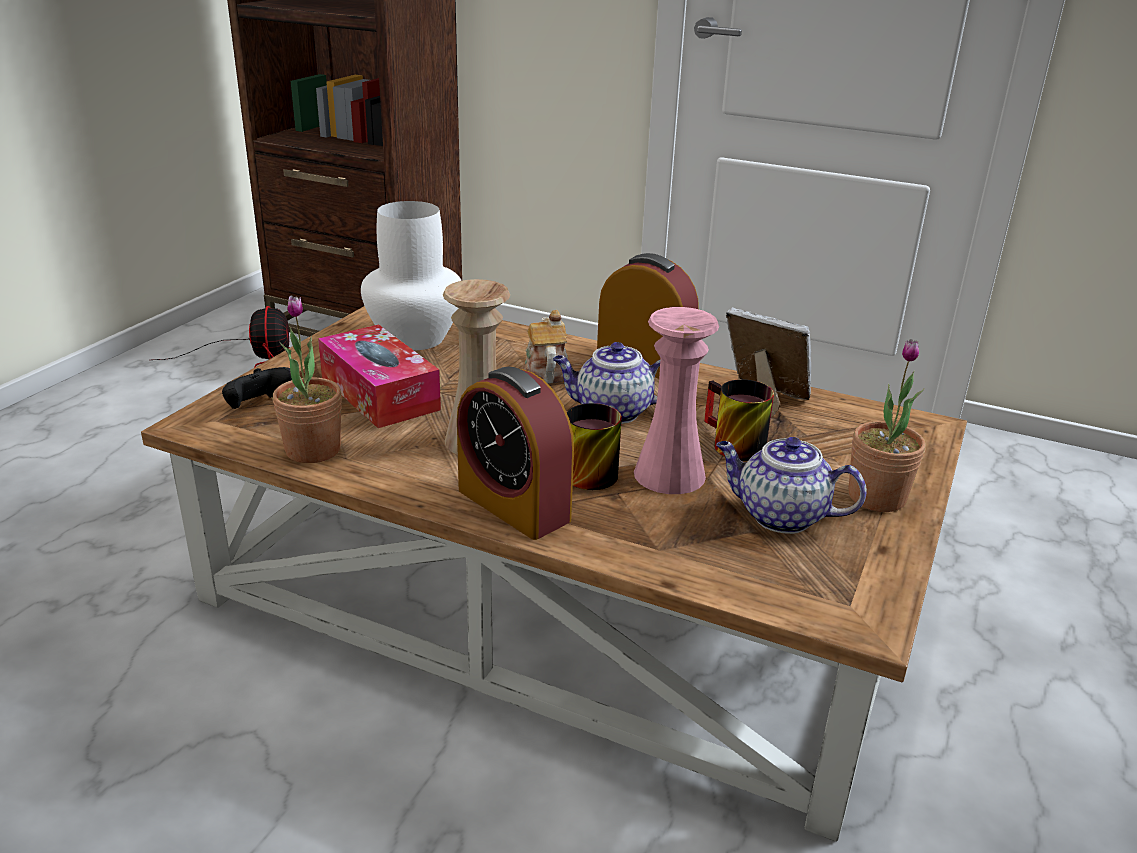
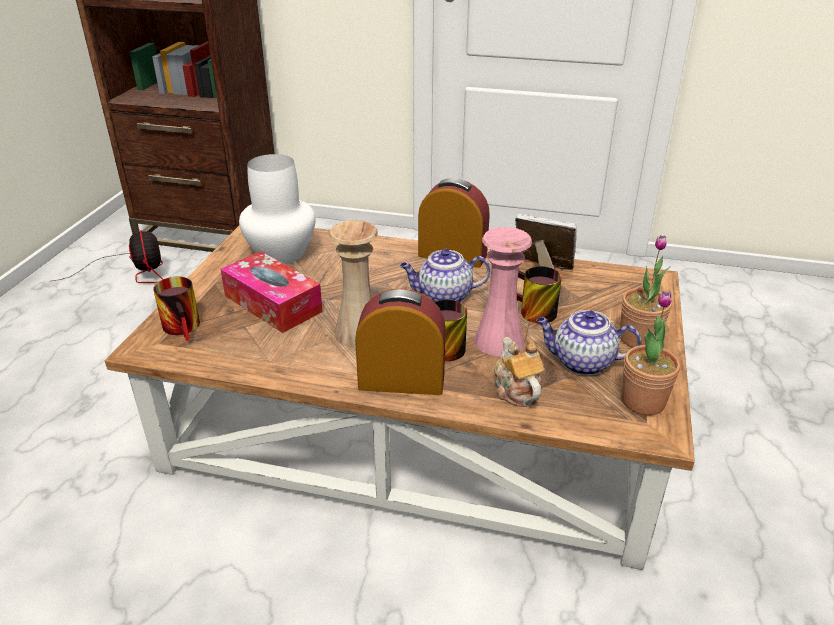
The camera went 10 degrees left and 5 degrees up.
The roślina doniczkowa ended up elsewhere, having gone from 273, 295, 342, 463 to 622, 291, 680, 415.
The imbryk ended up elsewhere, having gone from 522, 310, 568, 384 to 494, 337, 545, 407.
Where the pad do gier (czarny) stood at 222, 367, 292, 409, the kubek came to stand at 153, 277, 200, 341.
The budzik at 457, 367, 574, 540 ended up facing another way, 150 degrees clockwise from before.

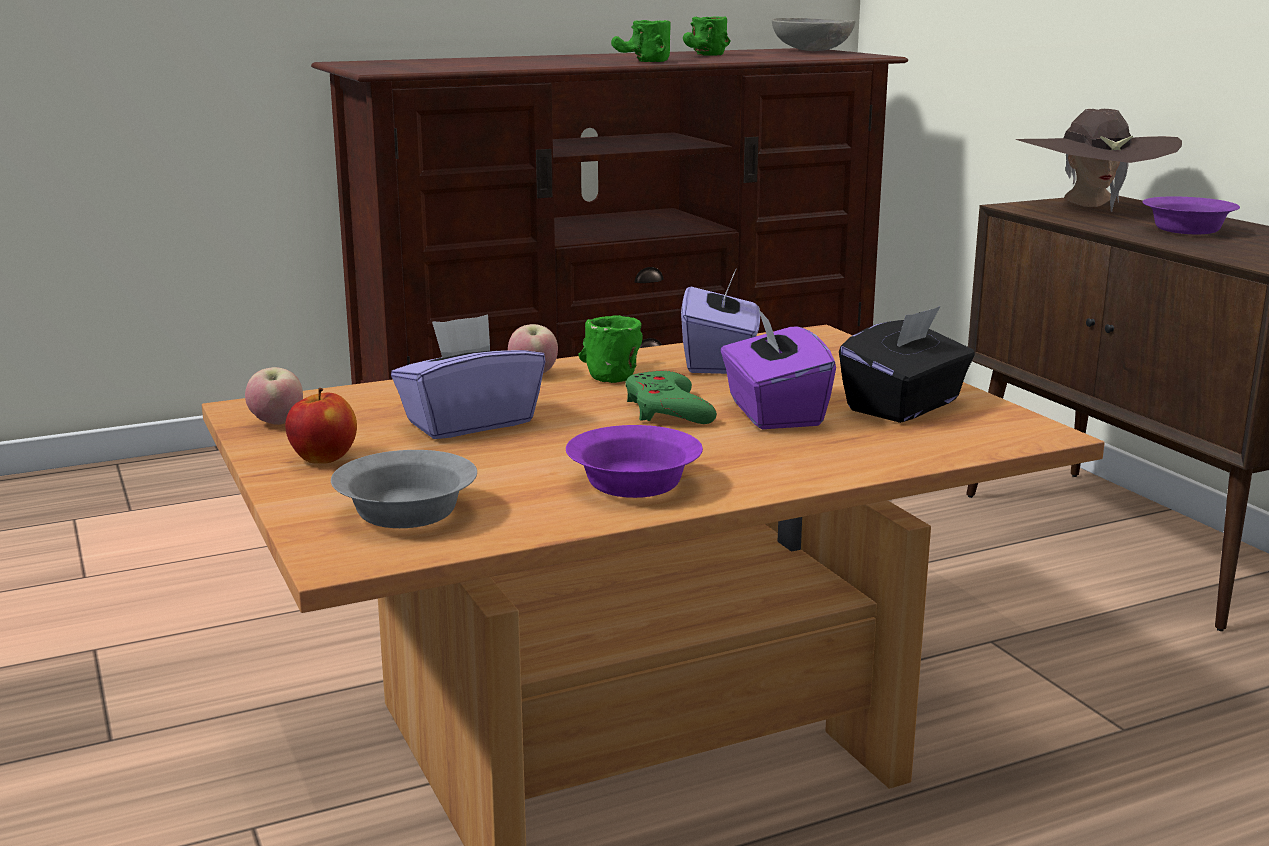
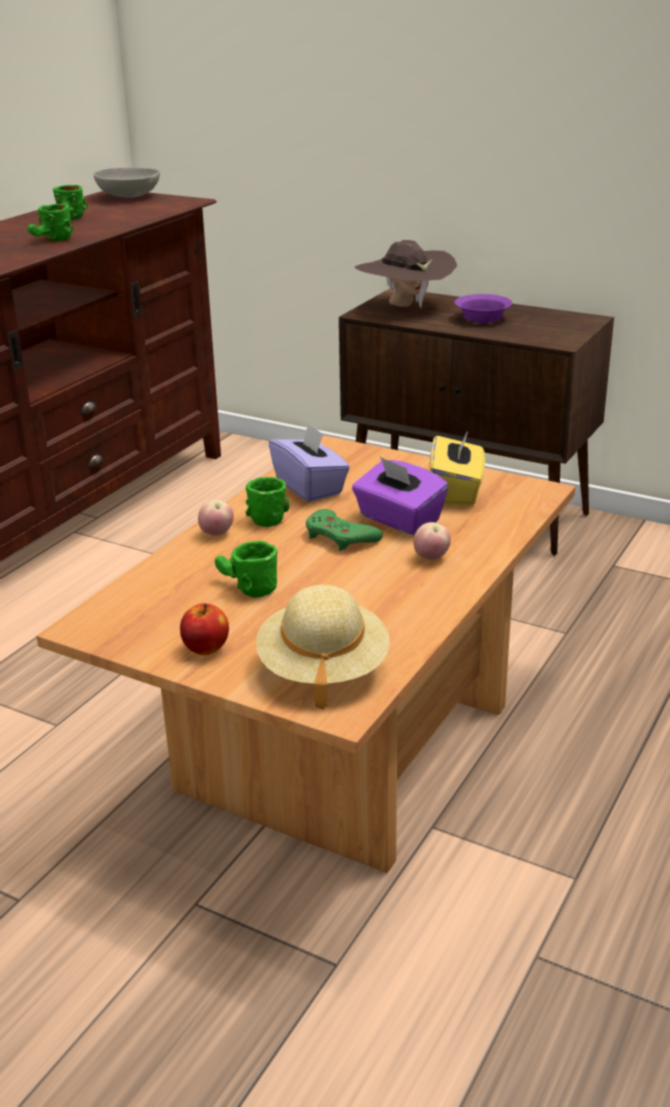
The camera went 35 degrees left and 10 degrees up.
What was the pudełko chusteczek (czarny) at 839, 306, 975, 423 turned into the pudełko chusteczek (żółty) at 430, 428, 485, 505.
Where the pudełko chusteczek (fioletowy) stood at 391, 314, 545, 439, the kubek (zielony) came to stand at 215, 541, 277, 598.
The jabłko ended up elsewhere, having gone from 245, 367, 303, 425 to 413, 522, 451, 560.
The second view lost the miska (fioletowy) at 566, 425, 703, 498.
Where the miska (szary) stood at 331, 450, 477, 528, the kapelusz (beżowy) came to stand at 256, 585, 390, 710.

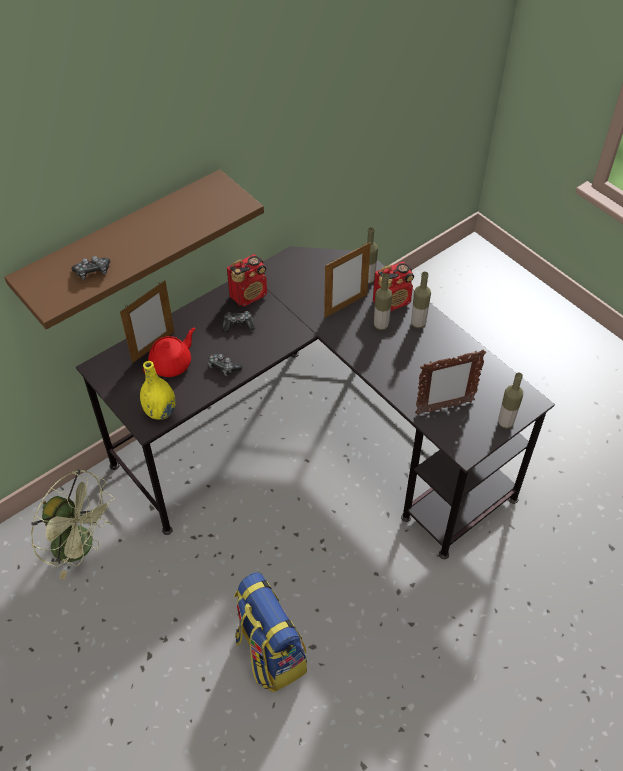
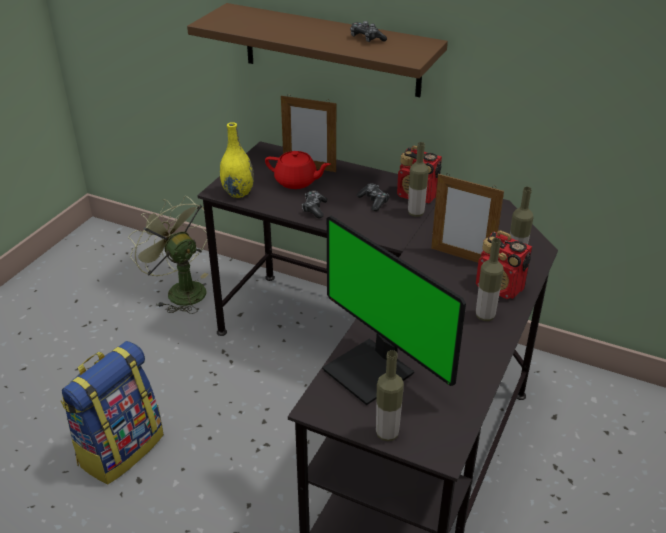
The camera went 65 degrees right and 15 degrees down.
The pad do gier ended up elsewhere, having gone from 71, 256, 110, 280 to 350, 21, 387, 42.
The butelka ended up elsewhere, having gone from 374, 273, 392, 330 to 408, 142, 429, 217.
Where the ramka na zdjęcie stood at 415, 349, 486, 415, the monitor came to stand at 322, 216, 466, 405.
The wentylator (zielony) at 31, 470, 115, 580 ended up facing another way, 135 degrees clockwise from before.

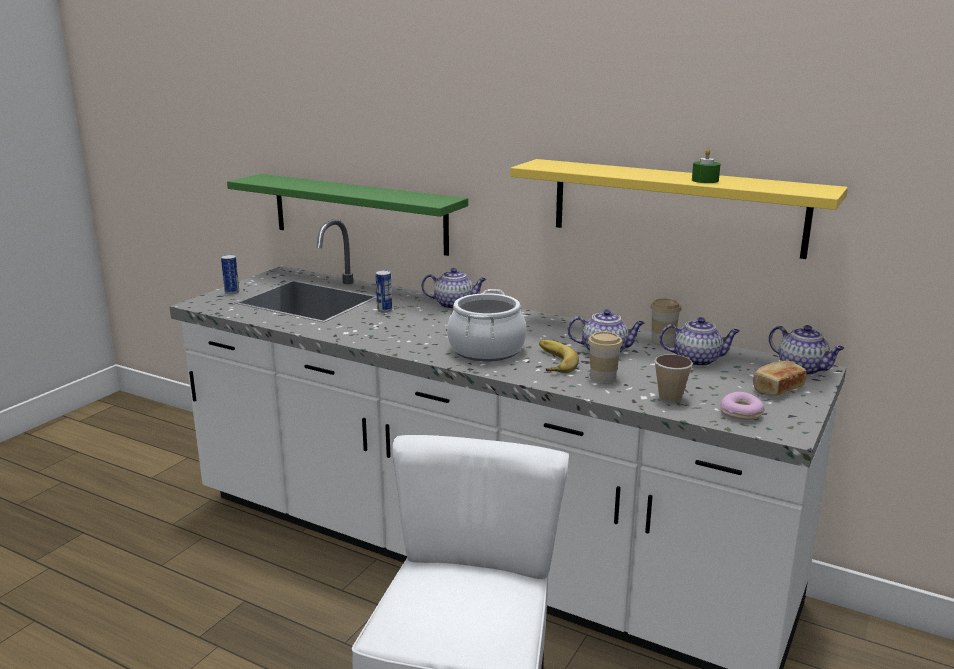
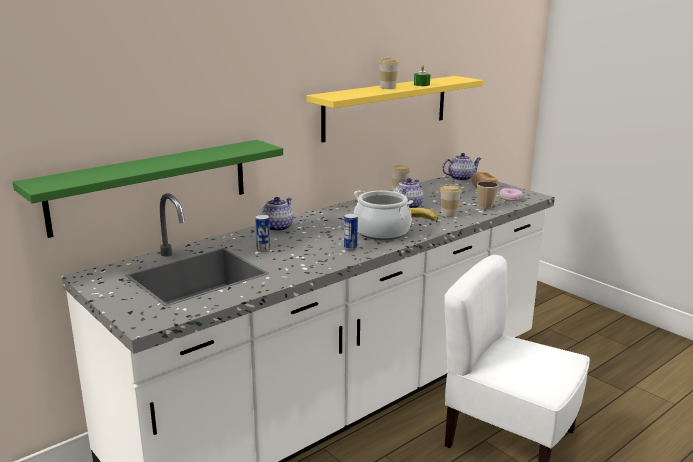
The camera went 70 degrees left and 0 degrees up.
The puszka ended up elsewhere, having gone from 221, 255, 239, 294 to 344, 213, 358, 251.
The second view lost the imbryk at 659, 317, 740, 366.
The second view gained the filiżanka at 378, 58, 399, 89.

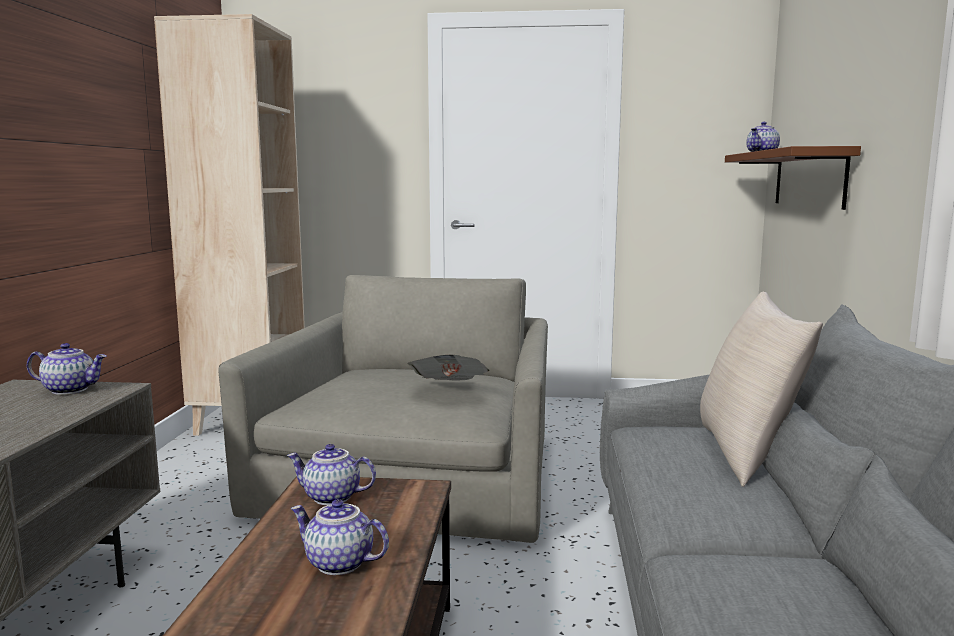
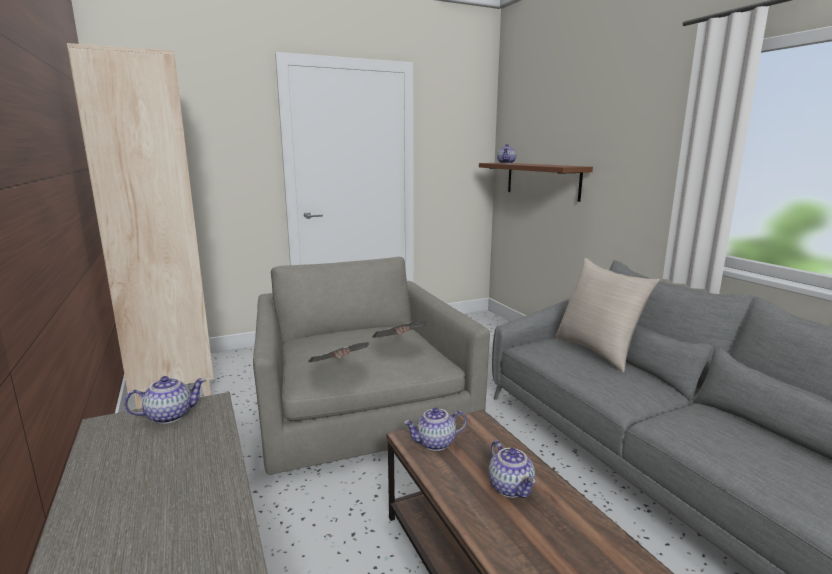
The camera went 30 degrees left and 5 degrees up.
The imbryk at 290, 499, 389, 575 ended up facing another way, 105 degrees counterclockwise from before.
The second view gained the gazeta at 308, 342, 369, 363.

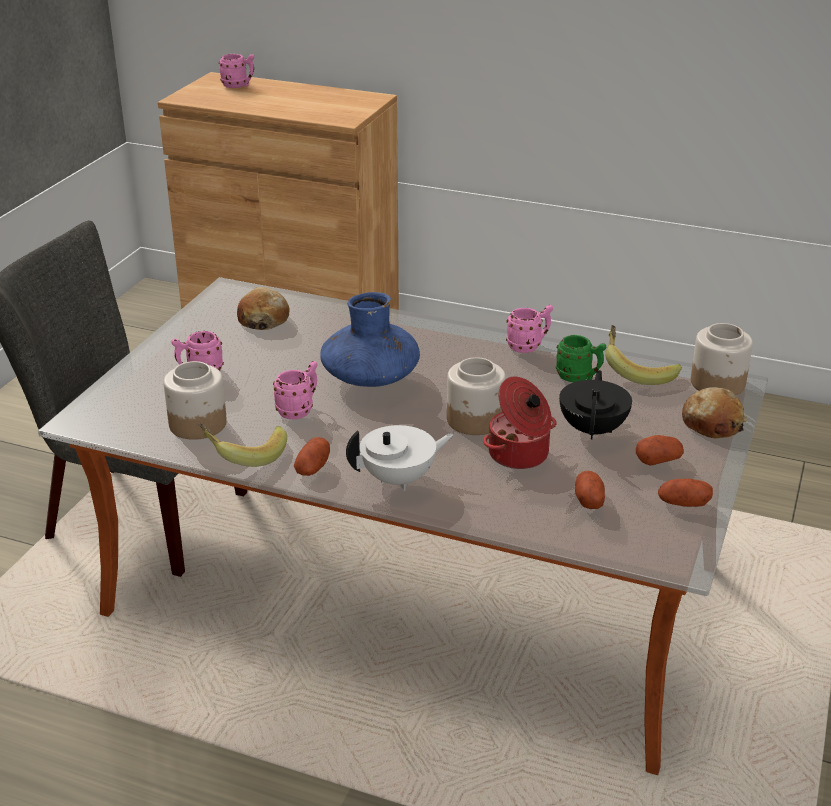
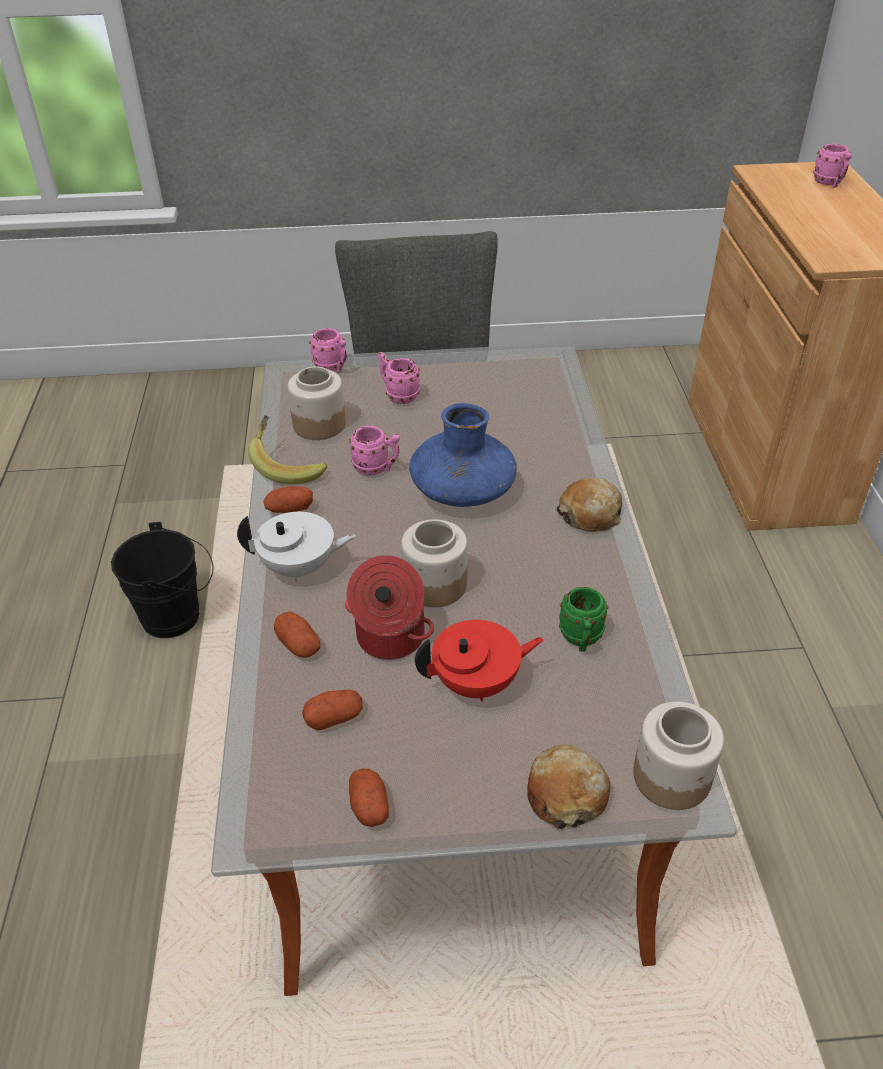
The camera went 65 degrees right and 10 degrees up.
The chleb ended up elsewhere, having gone from 237, 287, 289, 330 to 557, 478, 622, 532.
The kubek (różowy) ended up elsewhere, having gone from 506, 305, 553, 353 to 309, 328, 347, 373.
The second view lost the banan at 605, 325, 682, 385.
What was the imbryk (czarny) at 559, 370, 632, 439 turned into the imbryk (czerwony) at 415, 620, 544, 701.
The imbryk (biały) at 346, 425, 454, 491 ended up facing another way, 45 degrees counterclockwise from before.
The ziemniak ended up elsewhere, having gone from 636, 435, 684, 465 to 274, 612, 320, 658.
The second view gained the wiadro (czarny) at 111, 522, 213, 638.

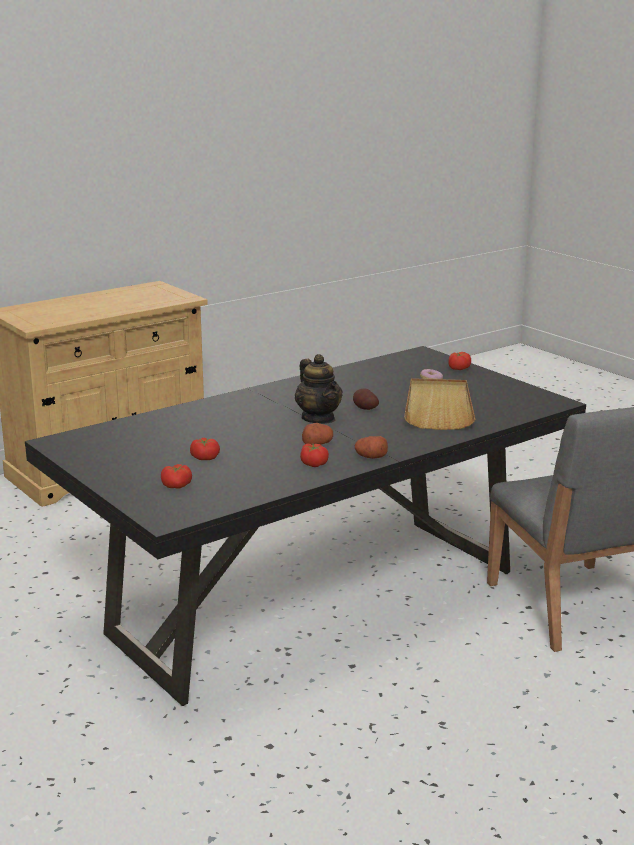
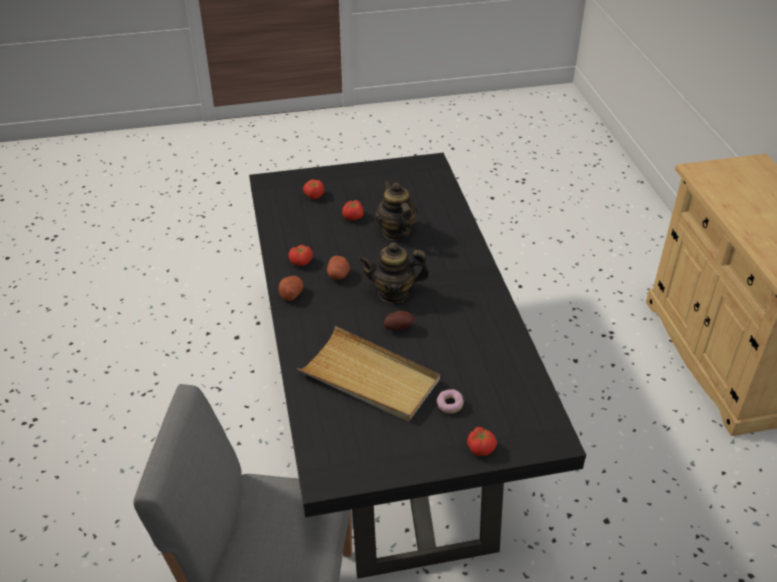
The camera went 115 degrees right and 20 degrees up.
The second view gained the imbryk at 375, 180, 418, 240.

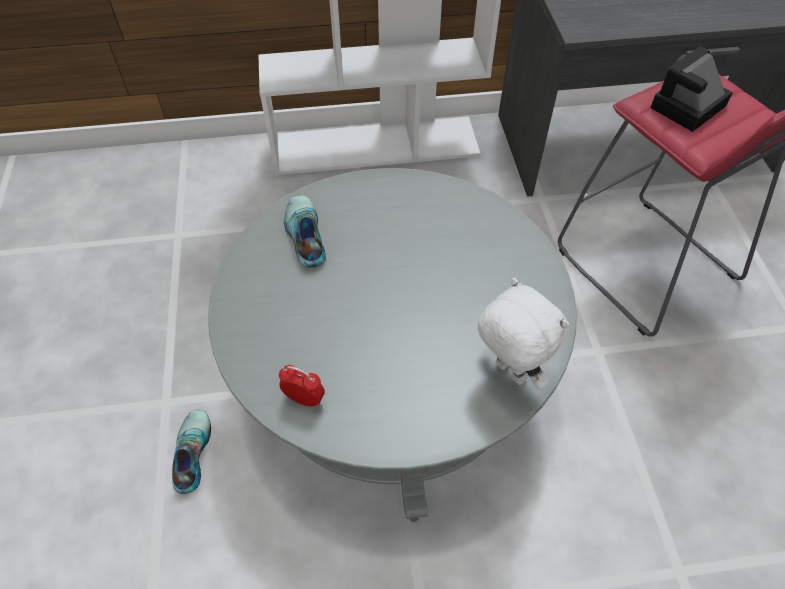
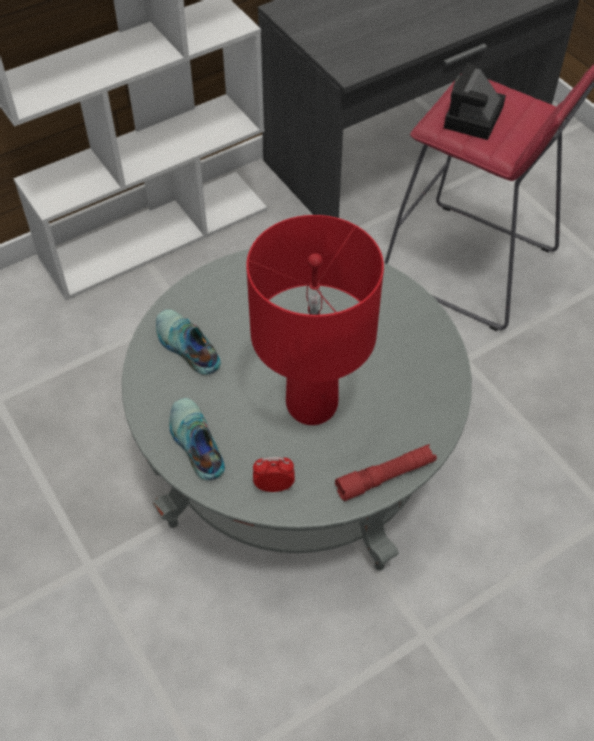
The camera went 25 degrees left and 0 degrees up.
The second view lost the pluszak (biały) at 478, 278, 569, 390.
The but ended up elsewhere, having gone from 172, 410, 211, 494 to 169, 398, 225, 480.
The second view gained the lampa stołowa (czerwony) at 246, 215, 384, 425.
The second view gained the latarka (czerwony) at 335, 444, 437, 501.

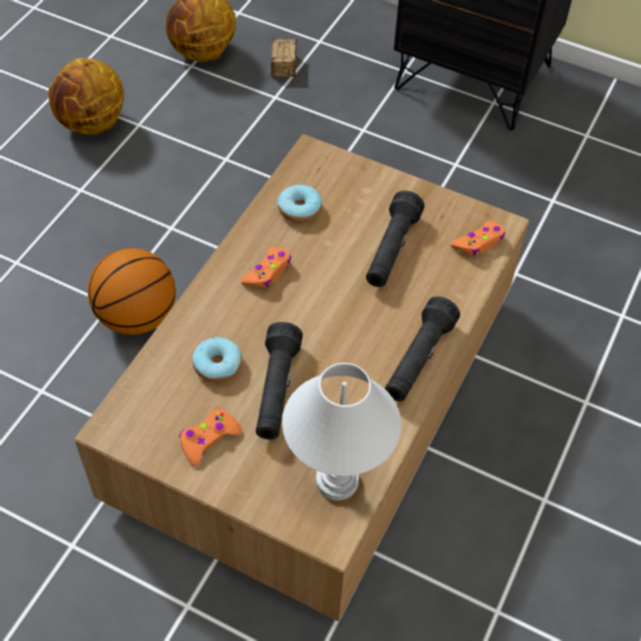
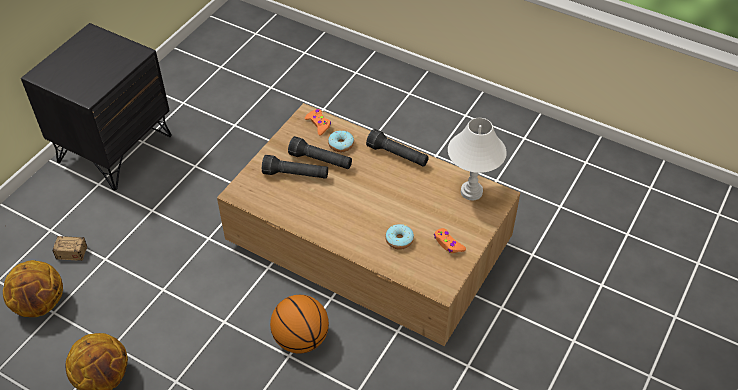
The camera went 85 degrees left and 5 degrees down.
The donut ended up elsewhere, having gone from 278, 185, 322, 223 to 328, 130, 354, 152.
The second view lost the pad do gier (pomarańczowy) at 240, 247, 291, 287.
The latarka (czarny) ended up elsewhere, having gone from 256, 322, 303, 440 to 262, 155, 328, 179.

